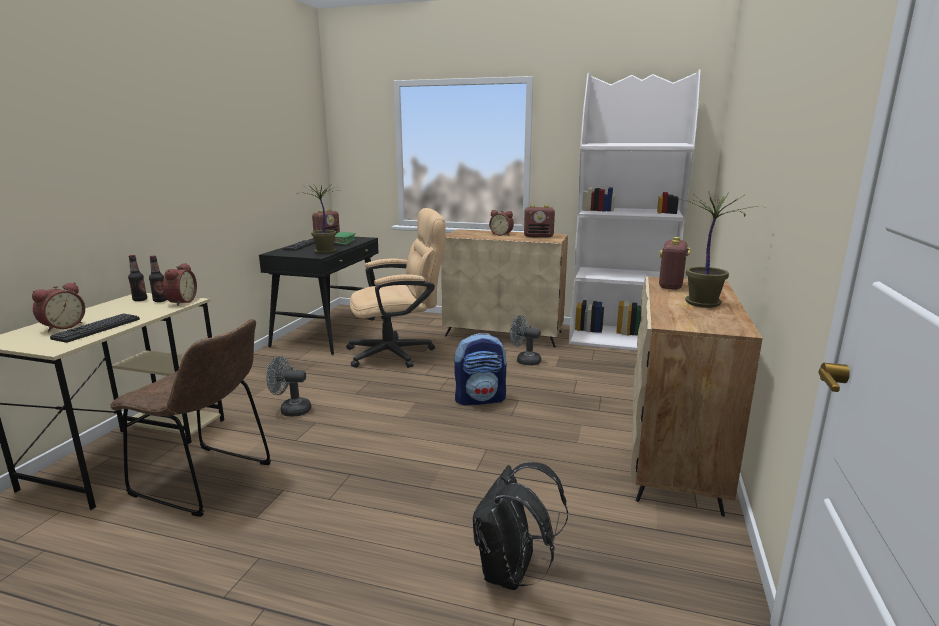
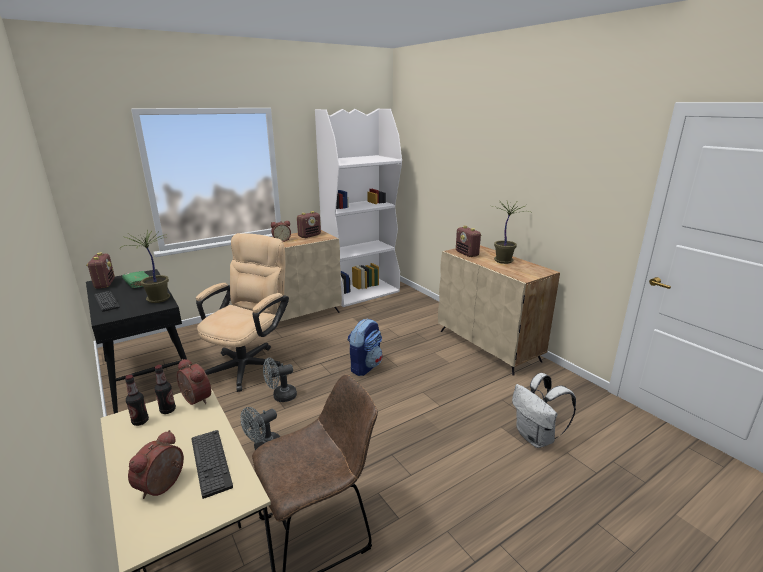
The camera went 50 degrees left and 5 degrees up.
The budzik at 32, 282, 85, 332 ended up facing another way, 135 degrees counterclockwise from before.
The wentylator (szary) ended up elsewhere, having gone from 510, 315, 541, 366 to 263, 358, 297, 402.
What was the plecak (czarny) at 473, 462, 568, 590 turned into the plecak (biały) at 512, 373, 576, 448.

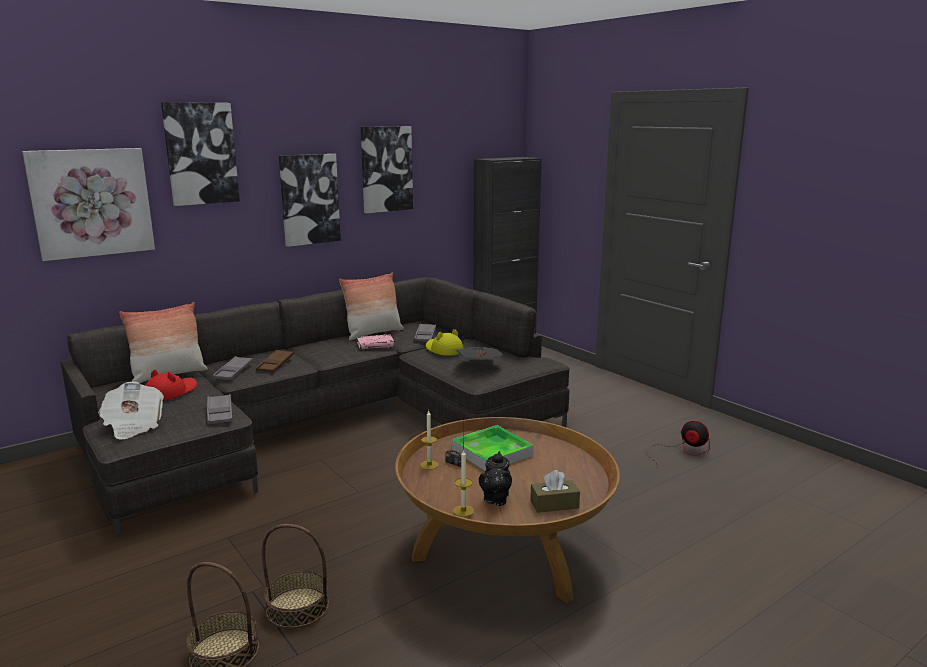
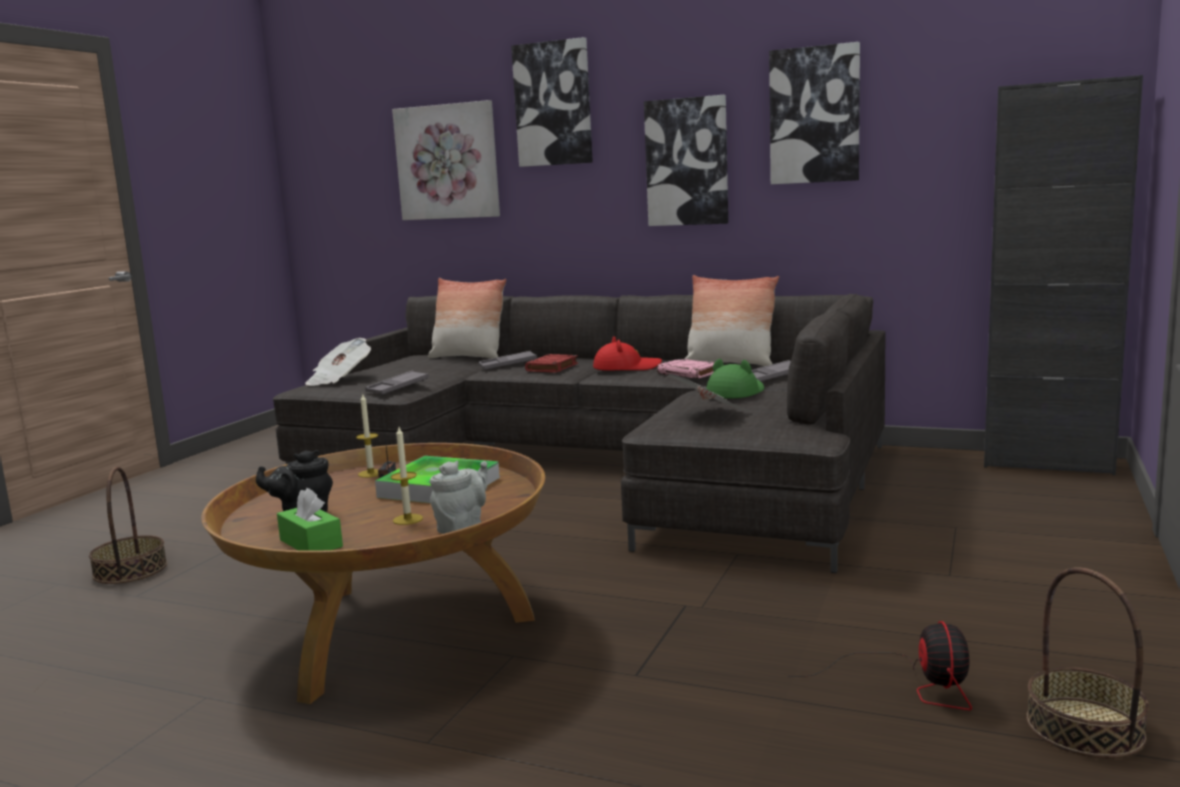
The camera went 60 degrees right and 5 degrees down.
What was the kapelusz (żółty) at 426, 329, 464, 356 turned into the kapelusz (zielony) at 706, 359, 764, 398.
Where the taca (brązowy) stood at 256, 350, 294, 372, the książka (czerwony) came to stand at 525, 354, 578, 373.
The kapelusz (czerwony) ended up elsewhere, having gone from 145, 370, 197, 401 to 593, 336, 662, 371.
The świeca ended up elsewhere, having gone from 453, 450, 474, 517 to 391, 427, 423, 525.
What was the pudełko chusteczek (brązowy) at 530, 470, 580, 513 turned into the pudełko chusteczek (zielony) at 277, 488, 343, 551.
The koszyk ended up elsewhere, having gone from 262, 524, 329, 629 to 1026, 567, 1149, 758.
The second view gained the imbryk (szary) at 430, 460, 488, 534.

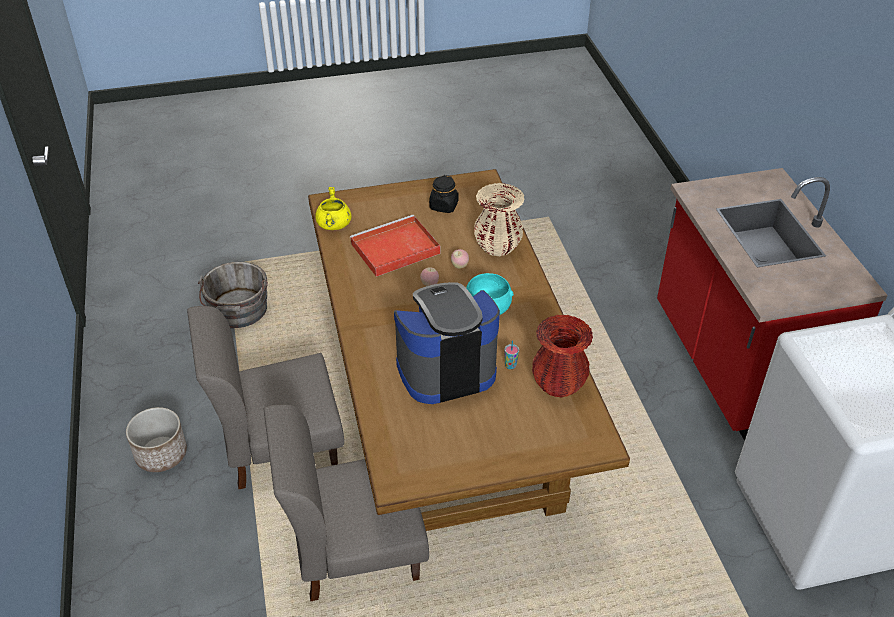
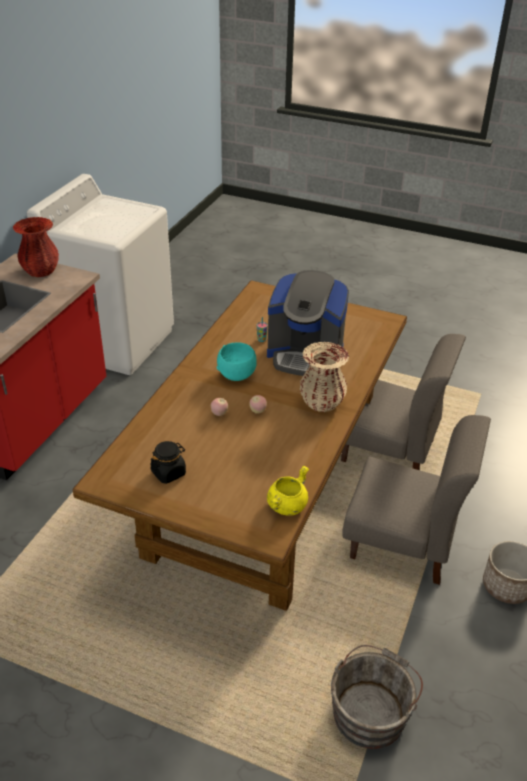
The camera went 145 degrees left and 5 degrees down.
The wazon (beżowy) ended up elsewhere, having gone from 474, 183, 525, 256 to 300, 342, 349, 412.
The second view lost the taca (czerwony) at 350, 215, 441, 277.
The wazon (czerwony) ended up elsewhere, having gone from 532, 315, 593, 398 to 13, 217, 59, 277.

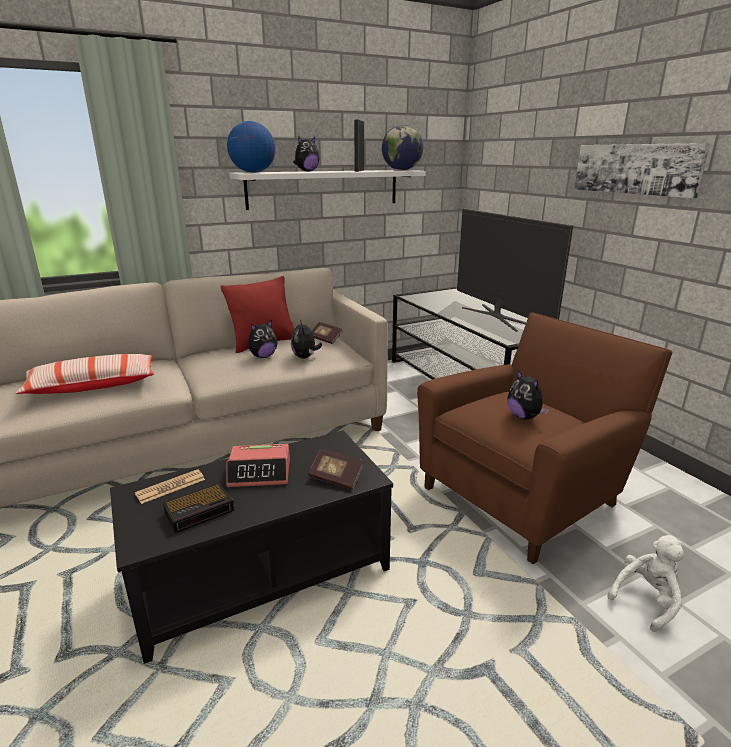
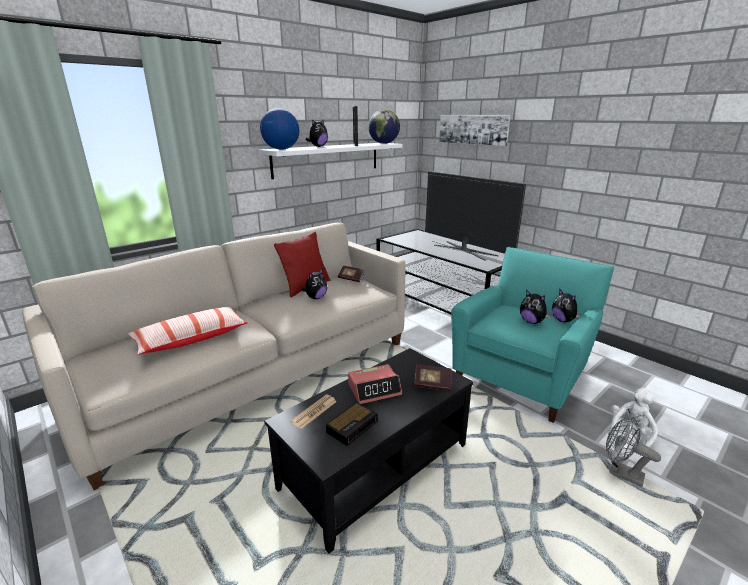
The camera went 15 degrees left and 0 degrees up.
The obraz ended up elsewhere, having gone from 574, 143, 710, 198 to 439, 115, 511, 146.
What was the fotel (brązowy) at 417, 312, 673, 564 turned into the fotel (turkusowy) at 451, 247, 614, 423.
The pluszak ended up elsewhere, having gone from 291, 320, 322, 359 to 552, 289, 582, 322.
The second view gained the wentylator (szary) at 606, 417, 661, 487.

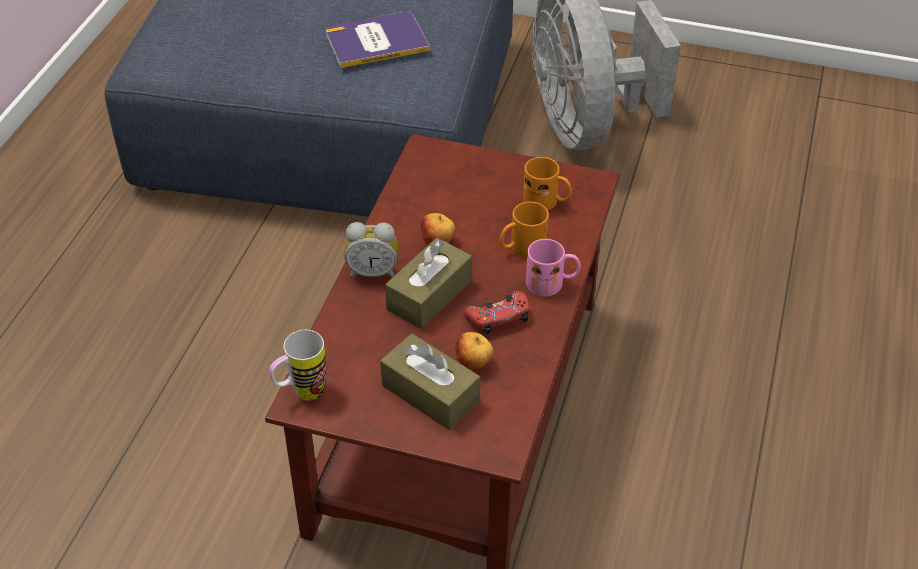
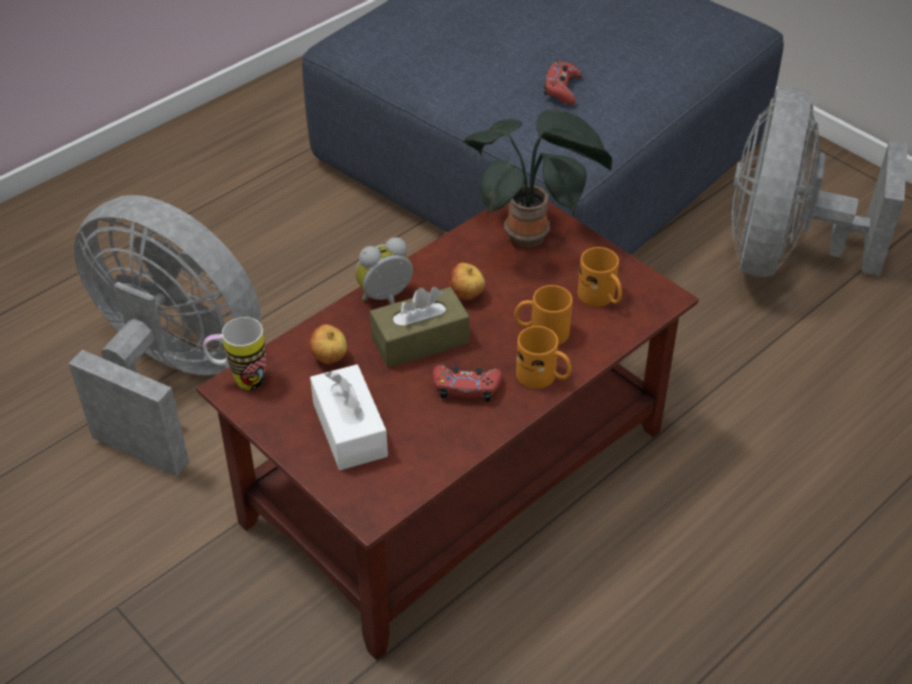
The camera went 30 degrees right and 0 degrees up.
Where the książka stood at 326, 12, 430, 68, the pad do gier (czerwony) came to stand at 544, 61, 582, 105.
The budzik at 344, 222, 399, 278 ended up facing another way, 120 degrees clockwise from before.
What was the kubek (różowy) at 526, 239, 581, 297 turned into the kubek (pomarańczowy) at 516, 326, 572, 389.
The jabłko ended up elsewhere, having gone from 455, 332, 493, 369 to 309, 324, 347, 364.
What was the pudełko chusteczek (brązowy) at 380, 333, 480, 430 turned into the pudełko chusteczek (biały) at 310, 364, 388, 470.
The second view gained the roślina doniczkowa at 463, 109, 612, 247.
The second view gained the wentylator (szary) at 69, 195, 261, 476.

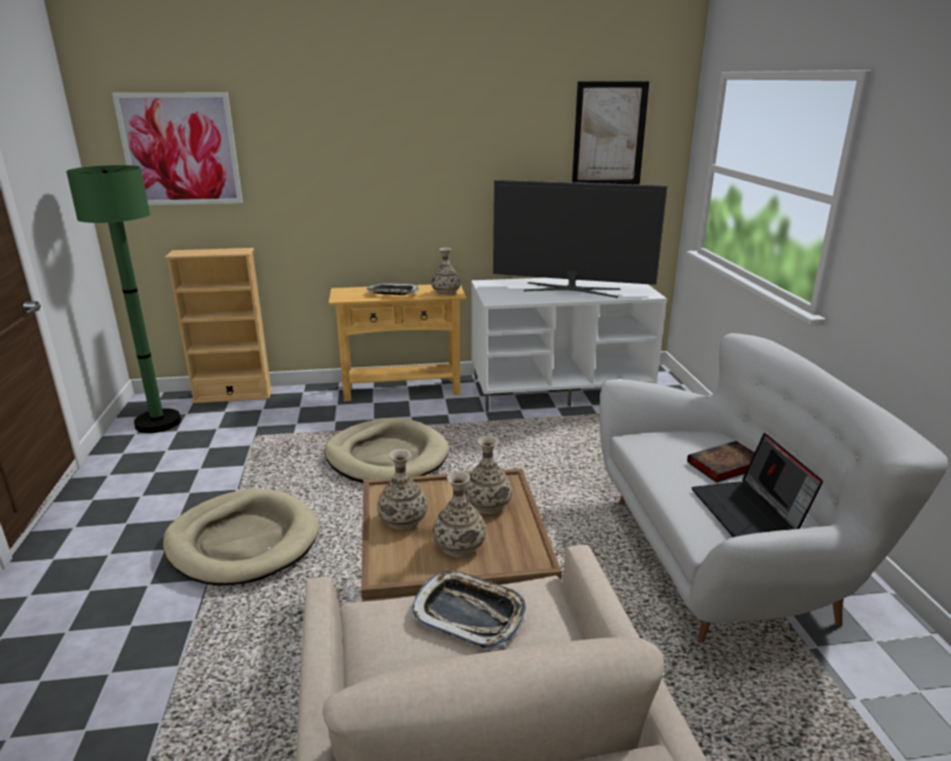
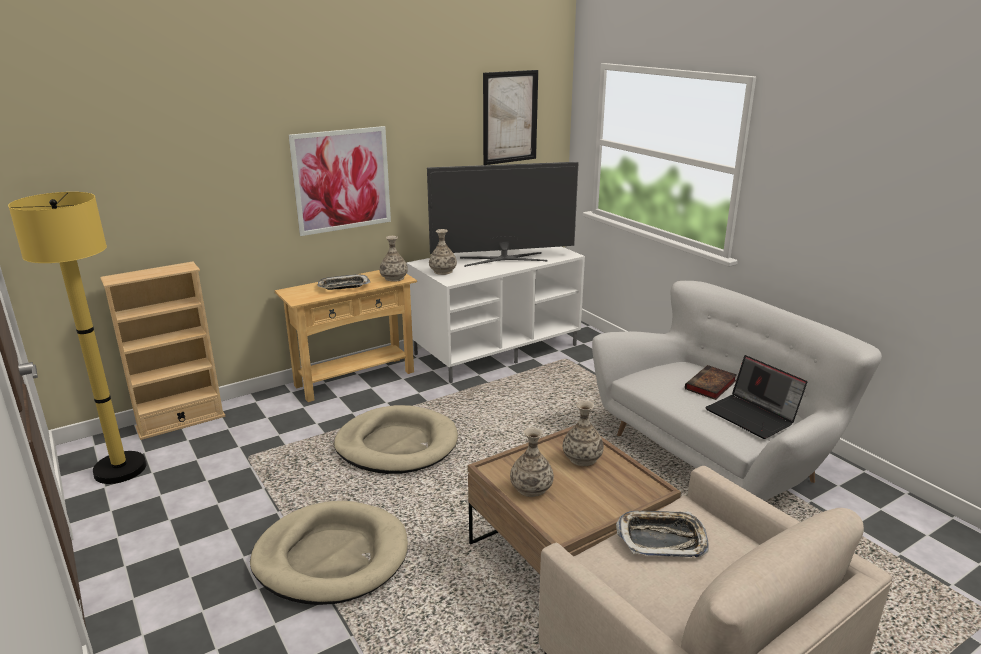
The camera went 25 degrees left and 0 degrees up.
The obraz ended up elsewhere, having gone from 112, 93, 243, 205 to 289, 126, 391, 236.
What was the lampa stojąca (zielony) at 66, 165, 181, 433 turned into the lampa stojąca (żółty) at 8, 192, 147, 484.
The wazon ended up elsewhere, having gone from 433, 471, 486, 558 to 429, 229, 457, 275.

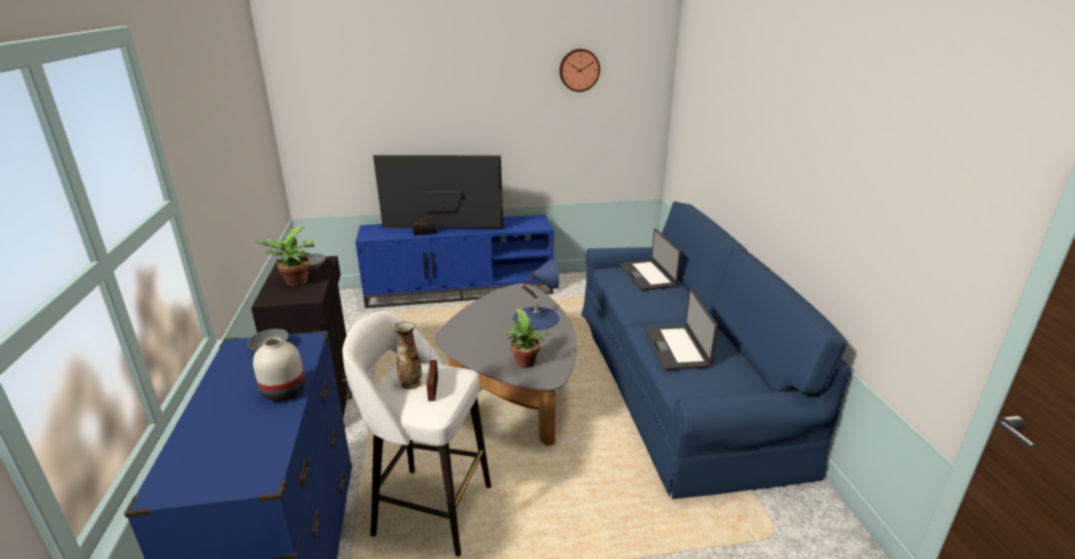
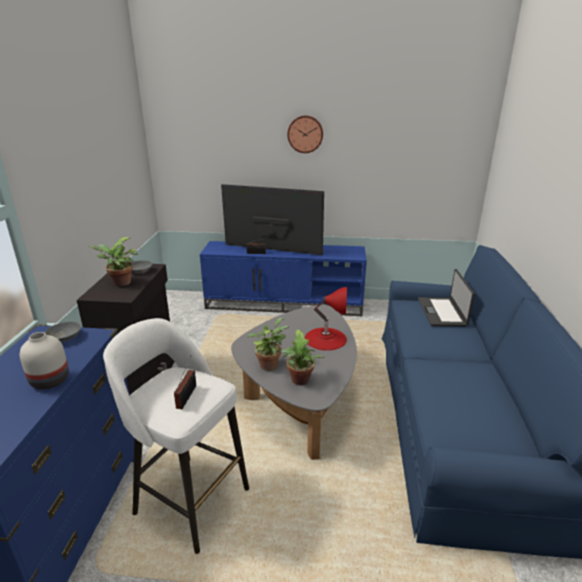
The camera went 15 degrees right and 0 degrees up.
The zegar ścienny ended up elsewhere, having gone from 559, 49, 600, 92 to 287, 115, 323, 153.
What was the lampa stołowa (niebieski) at 513, 258, 559, 330 turned into the lampa stołowa (czerwony) at 305, 287, 347, 351.
The second view lost the laptop at 645, 289, 718, 370.
The second view lost the wazon at 393, 320, 422, 390.
The second view gained the roślina doniczkowa at 247, 317, 289, 371.

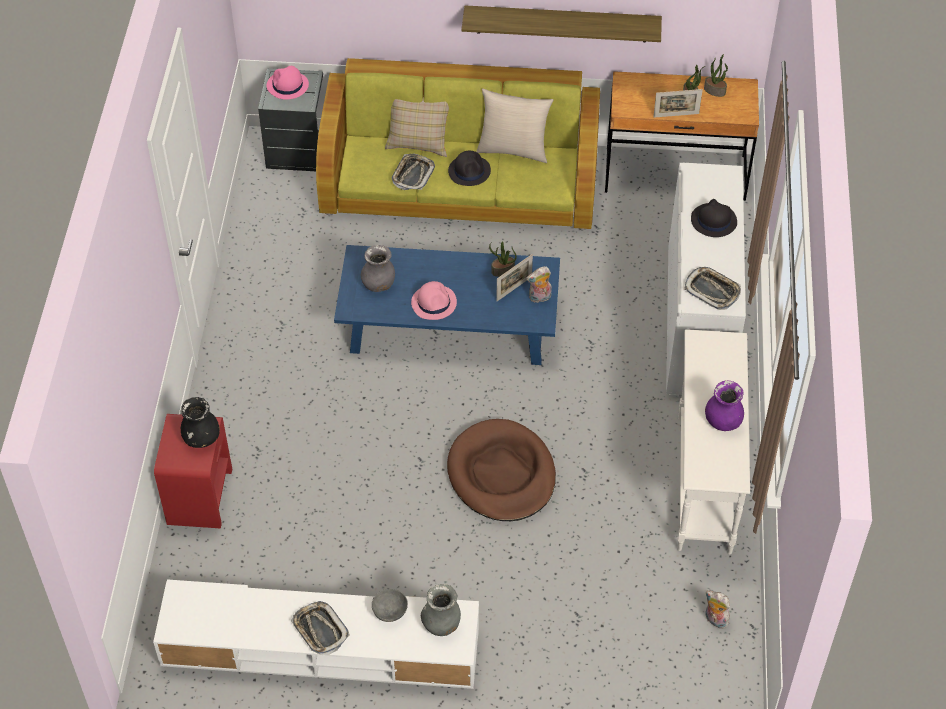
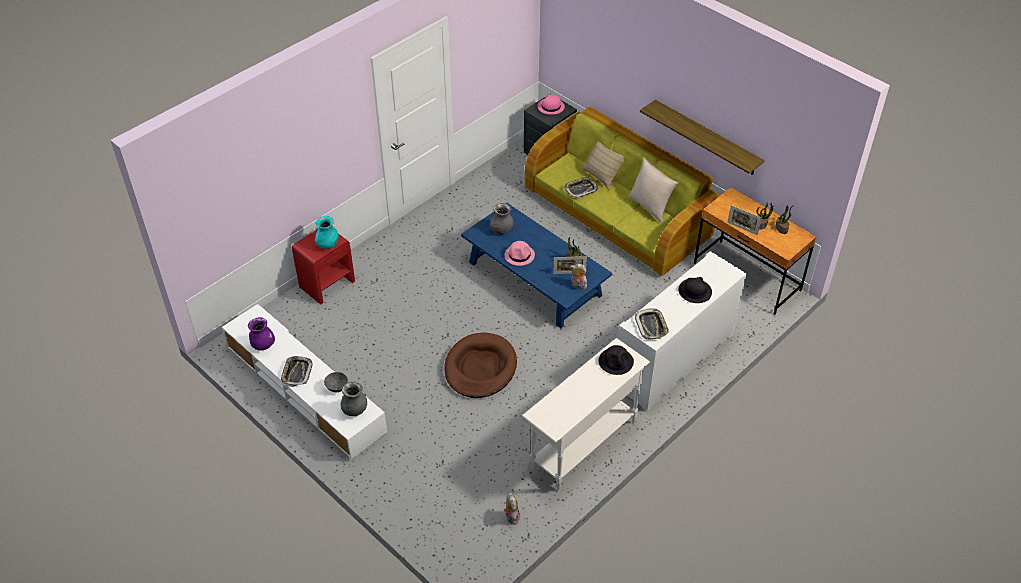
The camera went 40 degrees right and 5 degrees down.
The kapelusz (czarny) ended up elsewhere, having gone from 448, 151, 491, 186 to 599, 345, 634, 375.
The wazon (fioletowy) ended up elsewhere, having gone from 705, 380, 744, 431 to 248, 317, 275, 350.
What was the wazon (czarny) at 181, 397, 220, 448 turned into the wazon (turkusowy) at 315, 216, 339, 249.

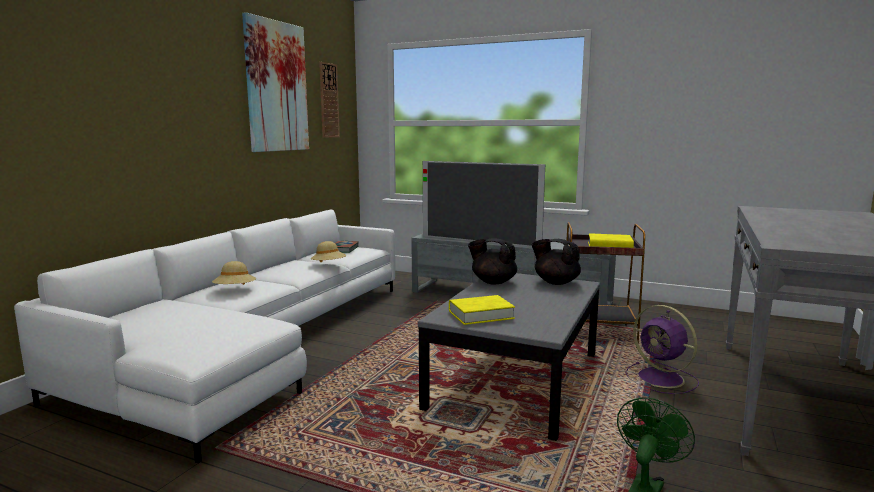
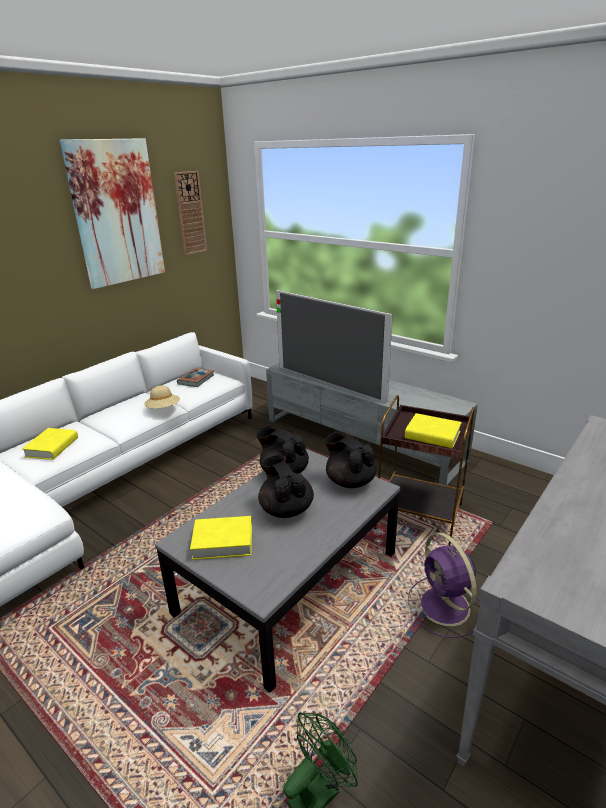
The camera went 15 degrees right and 15 degrees up.
Where the kapelusz (beżowy) stood at 212, 261, 256, 285, the książka (żółty) came to stand at 22, 428, 78, 460.
The second view gained the imbryk (czarny) at 258, 455, 314, 518.

